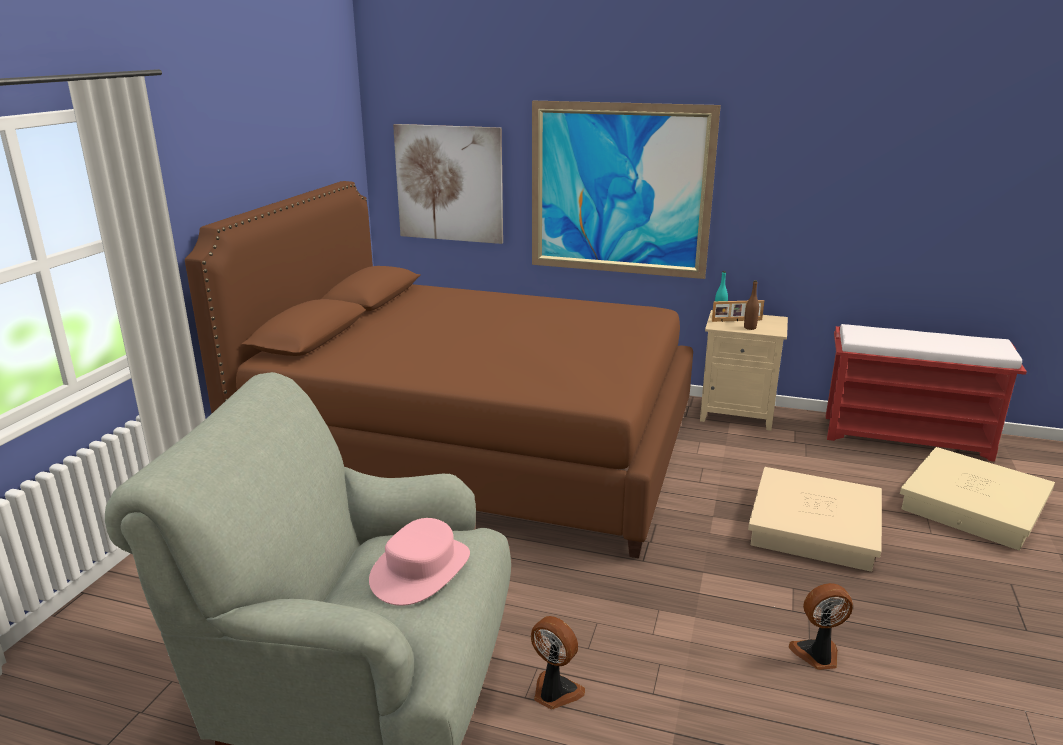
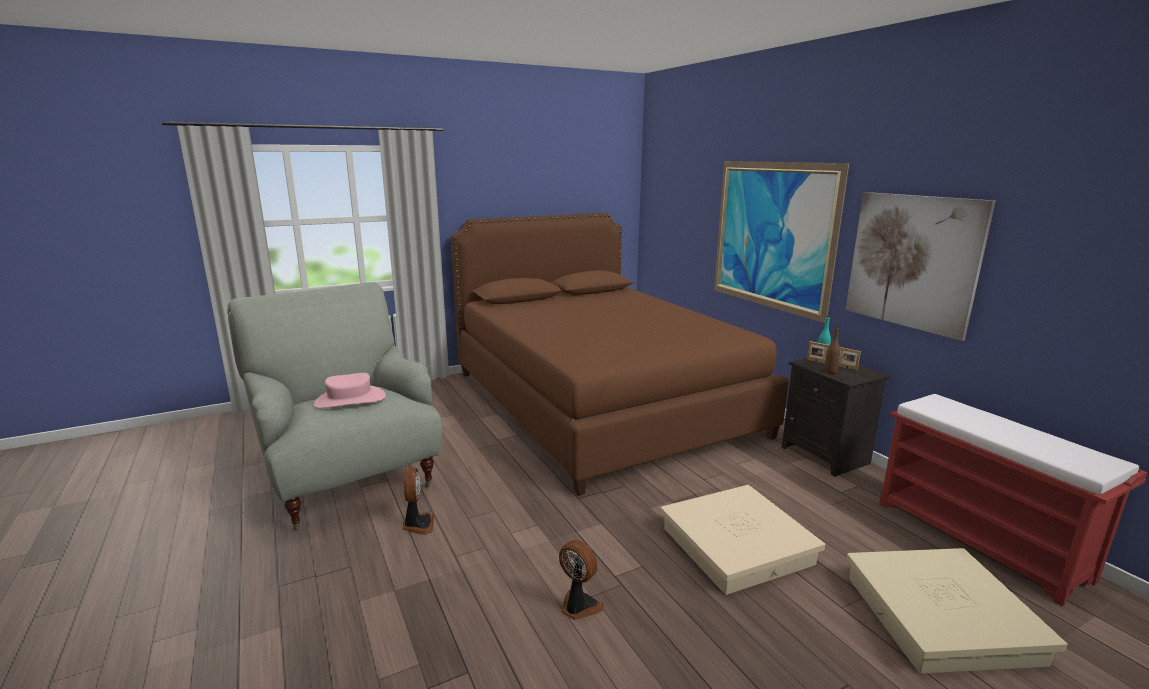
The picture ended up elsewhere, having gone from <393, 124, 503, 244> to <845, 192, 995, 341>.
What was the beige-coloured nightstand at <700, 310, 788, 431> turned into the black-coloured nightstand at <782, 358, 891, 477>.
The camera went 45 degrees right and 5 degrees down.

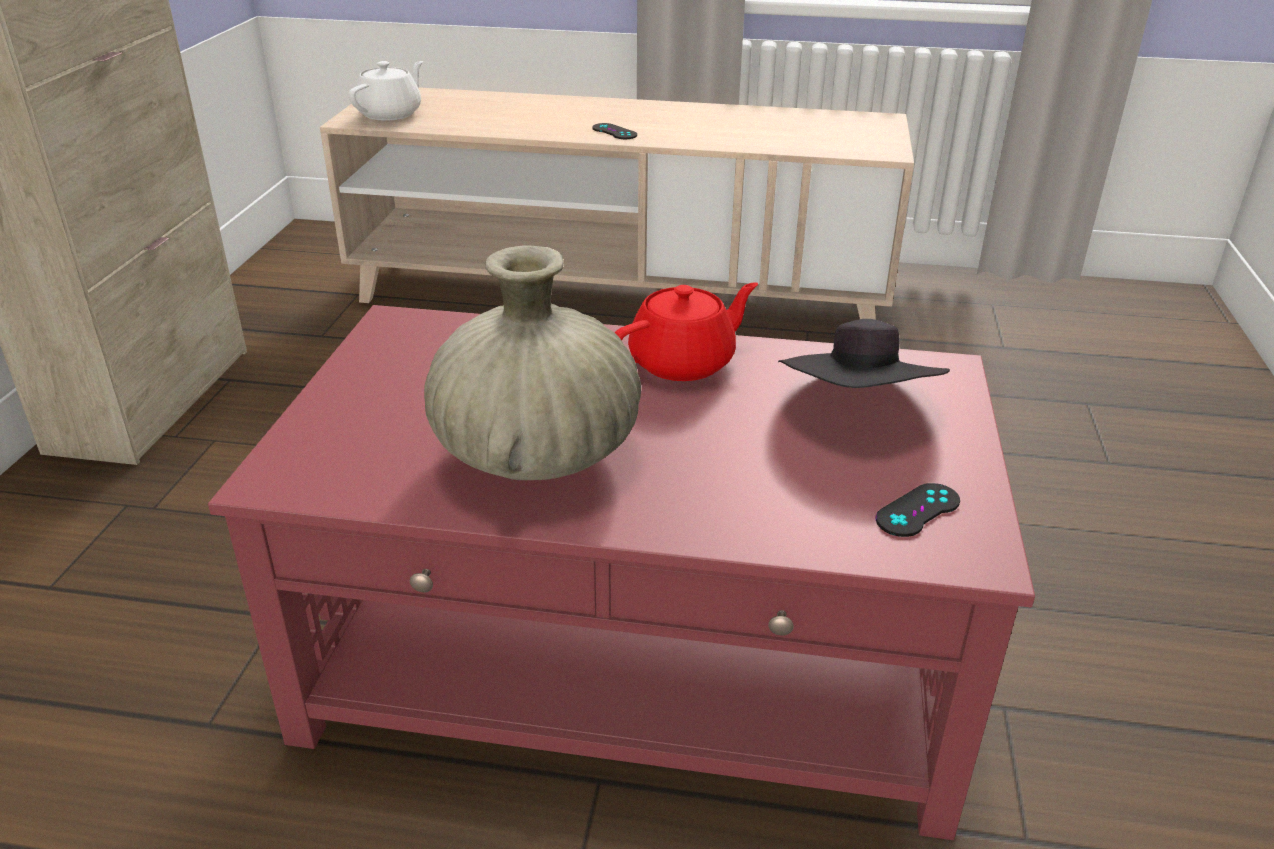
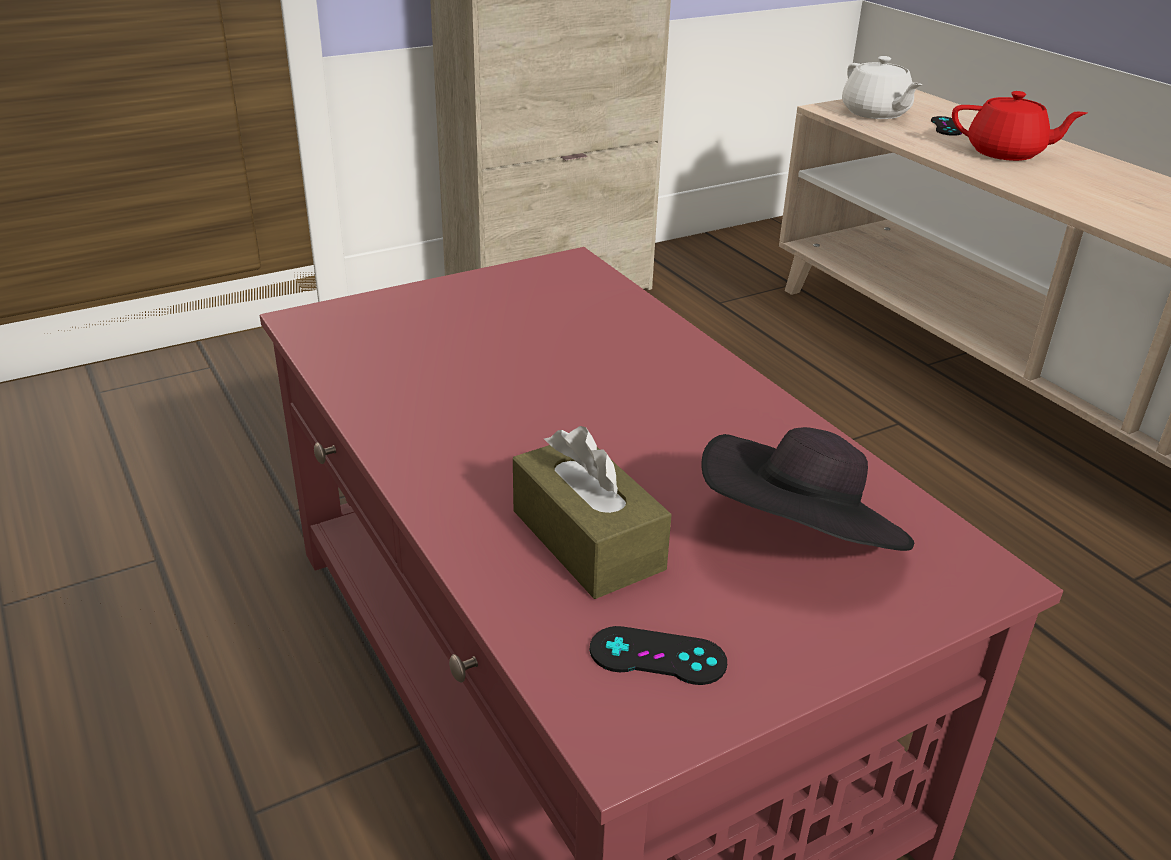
The second view lost the beige-coloured decorative vase at <424, 245, 641, 480>.
The second view gained the brown box of tissues at <513, 426, 672, 599>.
The black-coloured gamepad ended up elsewhere, having gone from <592, 123, 637, 139> to <931, 116, 962, 136>.
The red-coloured tea pot ended up elsewhere, having gone from <615, 282, 758, 381> to <952, 91, 1087, 161>.
The whitish tea pot at <348, 61, 423, 121> ended up facing another way, 75 degrees clockwise from before.
The camera went 50 degrees right and 0 degrees up.

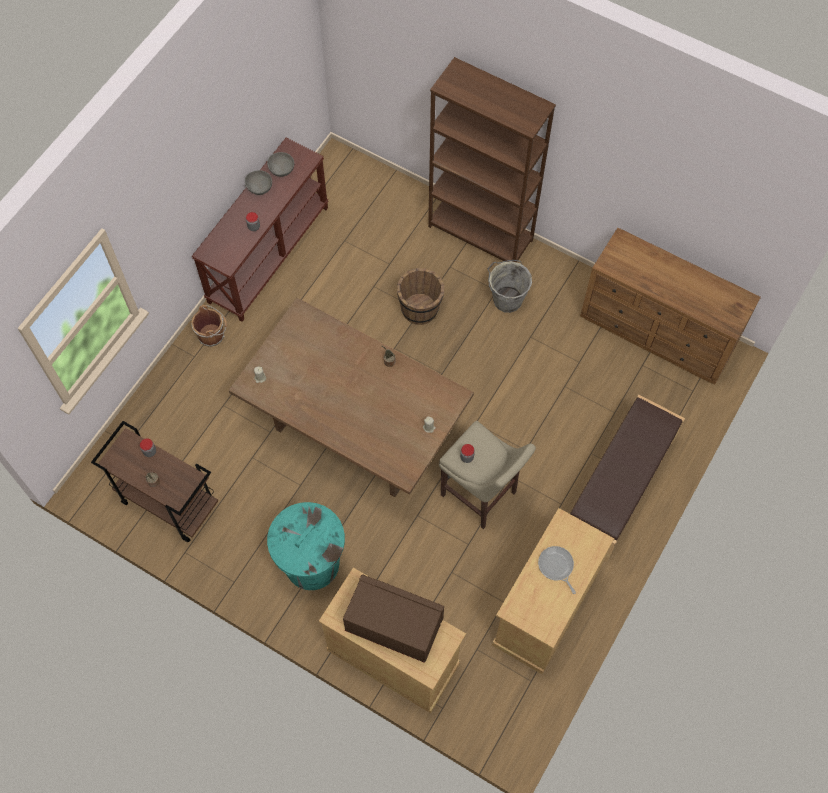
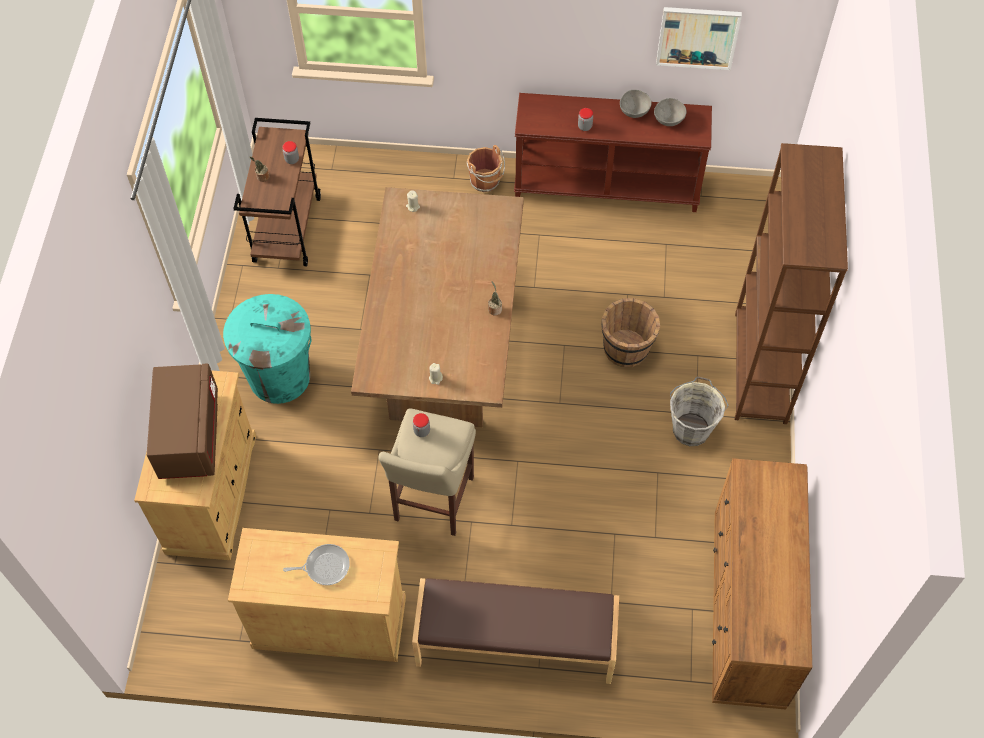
The second view gained the picture at <656, 7, 742, 70>.
The pan at <538, 546, 576, 594> ended up facing another way, 45 degrees clockwise from before.
The camera went 65 degrees right and 5 degrees down.

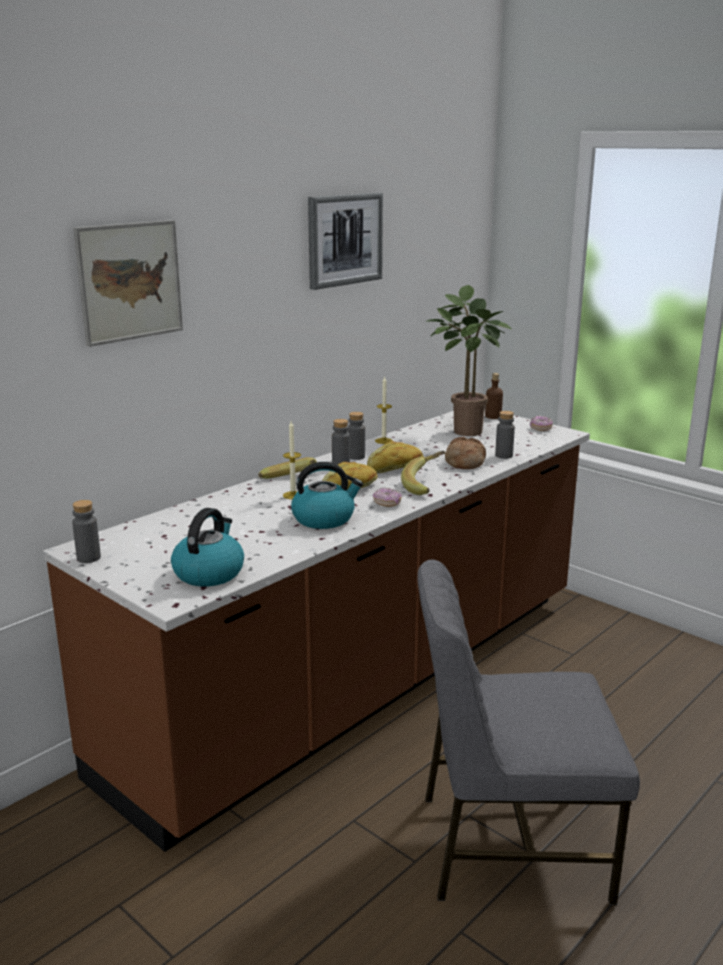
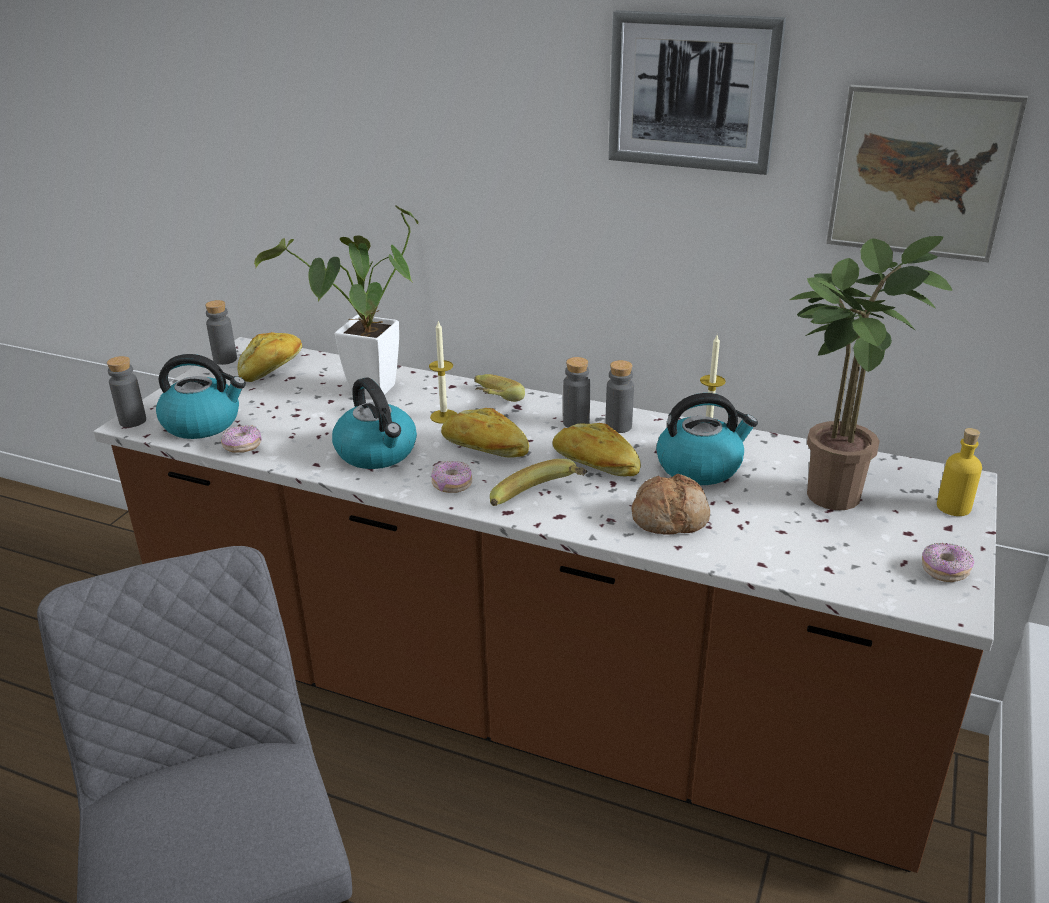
The second view gained the doughnut at <221, 425, 262, 453>.
The second view gained the baked bread at <237, 332, 302, 382>.
The second view gained the potted plant at <254, 205, 419, 397>.
The second view gained the kettle at <656, 393, 758, 485>.
The picture ended up elsewhere, having gone from <73, 220, 183, 347> to <826, 85, 1028, 262>.
The gray bottle ended up elsewhere, having gone from <495, 411, 515, 459> to <107, 356, 146, 427>.
What was the brown bottle at <485, 373, 503, 419> turned into the yellow-coloured bottle at <937, 428, 982, 516>.
The camera went 70 degrees right and 10 degrees up.

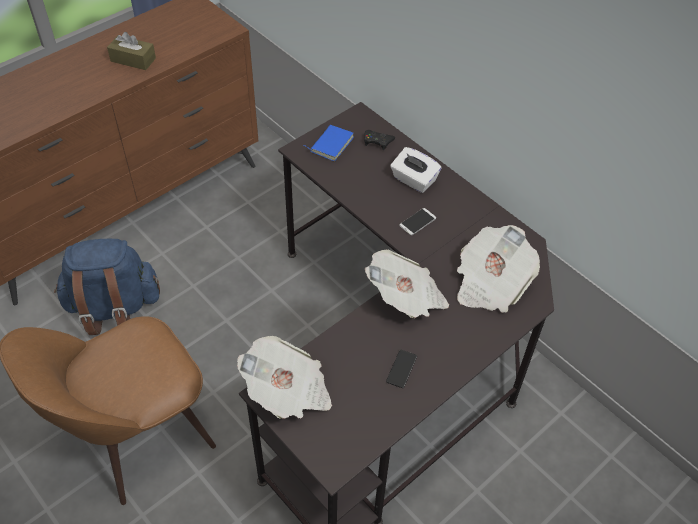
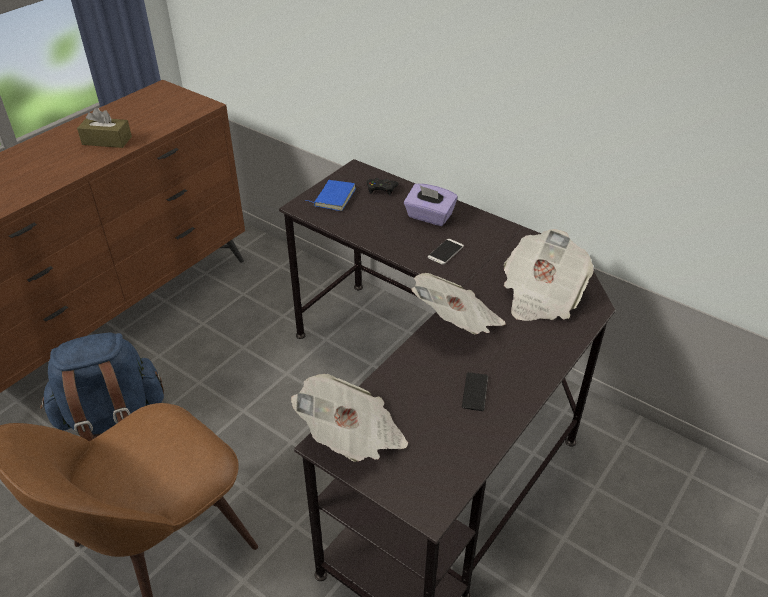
What was the whitish box of tissues at <390, 147, 442, 193> turned into the purple-coloured box of tissues at <404, 183, 458, 226>.
The camera went 10 degrees left and 10 degrees down.

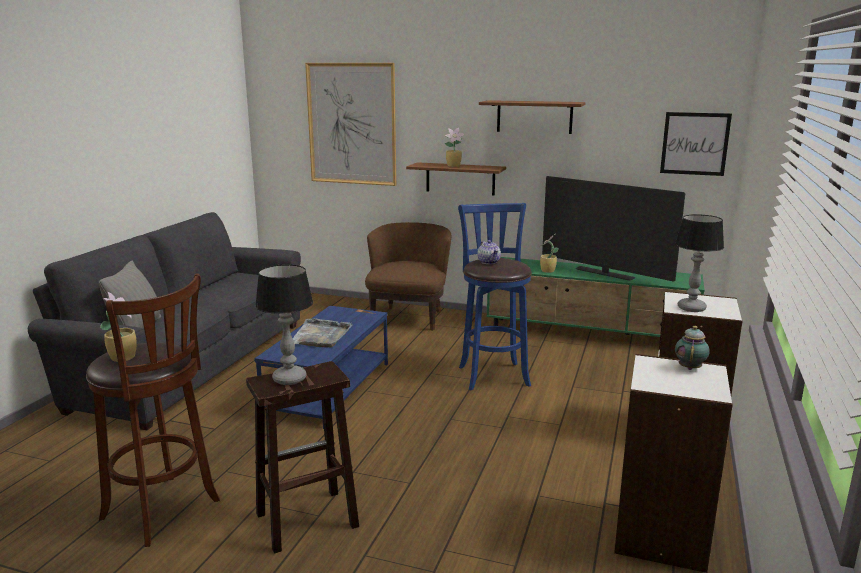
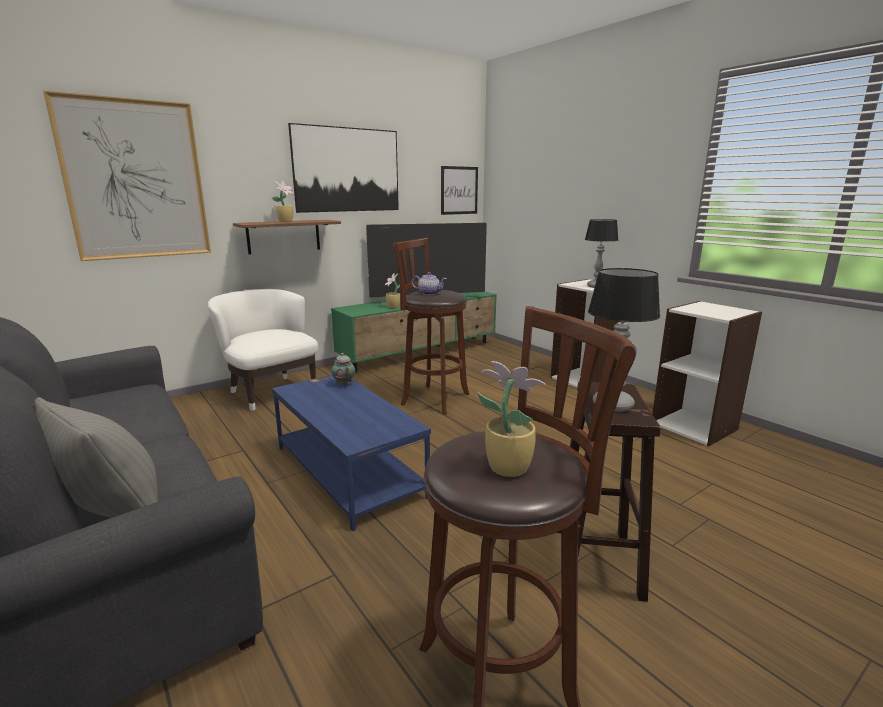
The second view lost the gray tray at <293, 318, 353, 347>.
The tea pot ended up elsewhere, having gone from <675, 326, 710, 370> to <331, 353, 355, 386>.
Where the brown shelf hung at <479, 100, 586, 134>, the picture came to hang at <288, 123, 399, 213>.
What was the brown armchair at <365, 222, 451, 331> turned into the whitish armchair at <208, 289, 318, 411>.
What was the blue stool at <458, 203, 532, 390> turned into the brown stool at <393, 238, 469, 415>.
The camera went 55 degrees left and 0 degrees up.

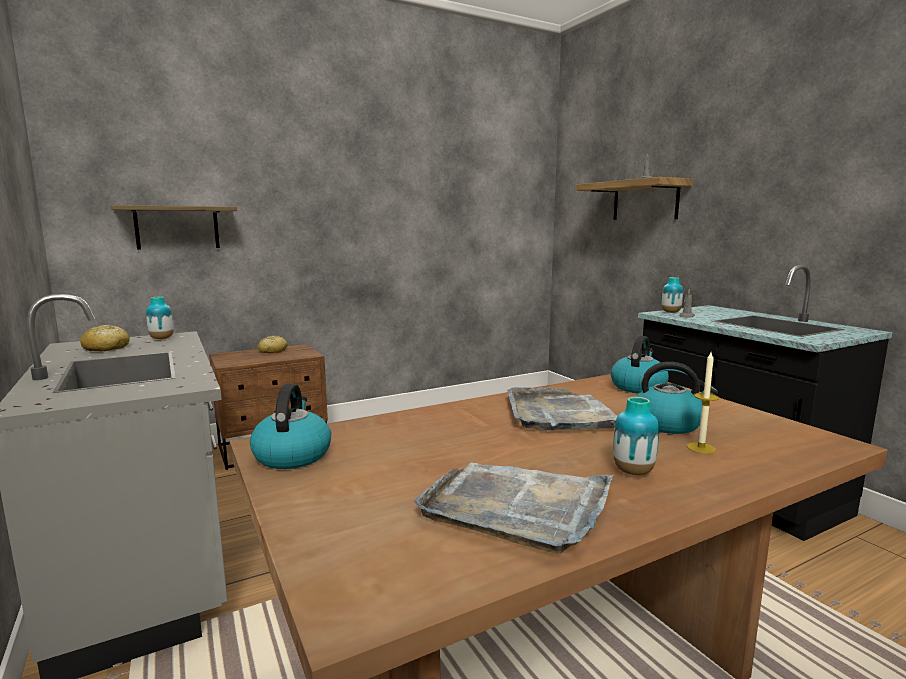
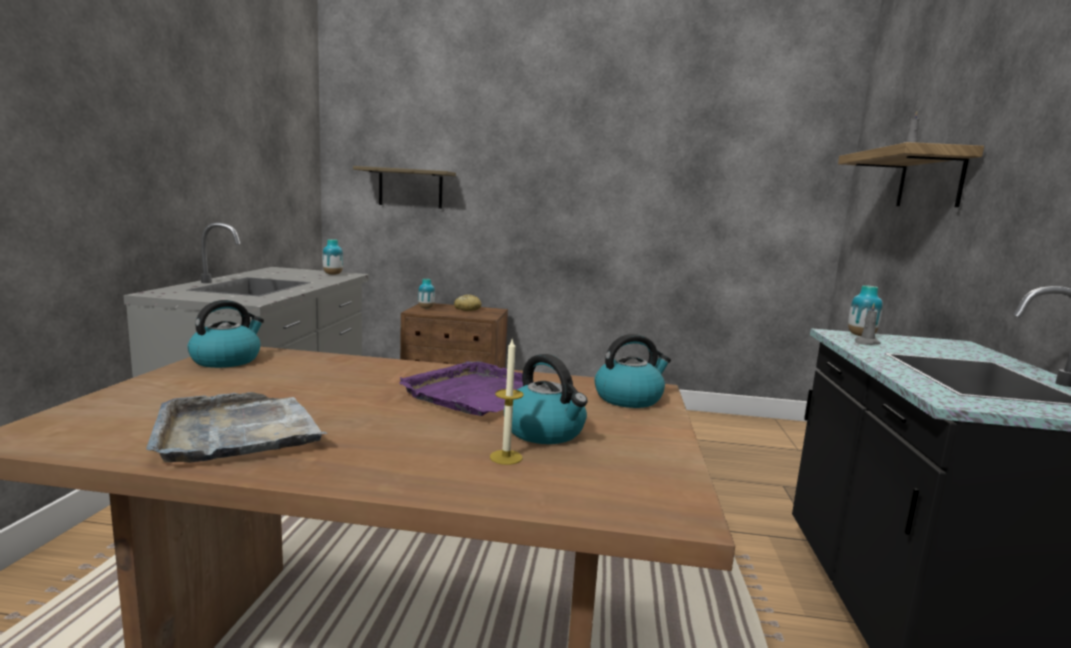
The second view lost the baked bread at <80, 325, 130, 351>.
The decorative vase ended up elsewhere, having gone from <613, 397, 659, 475> to <418, 279, 435, 308>.
What was the gray tray at <508, 387, 617, 430> turned into the purple-coloured tray at <399, 361, 523, 416>.
The camera went 35 degrees right and 0 degrees up.

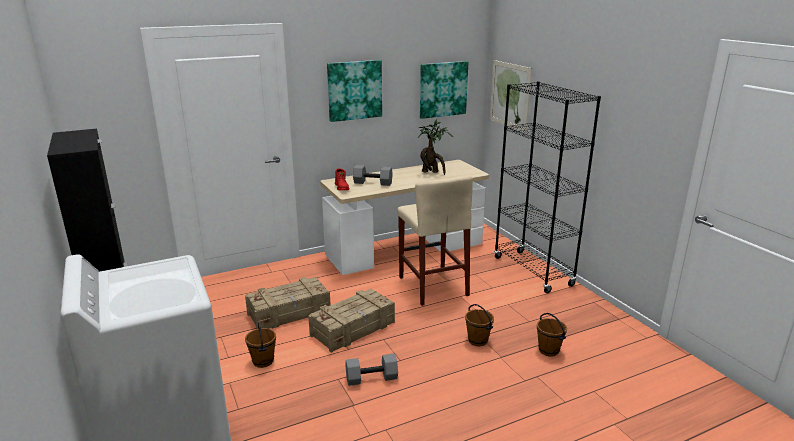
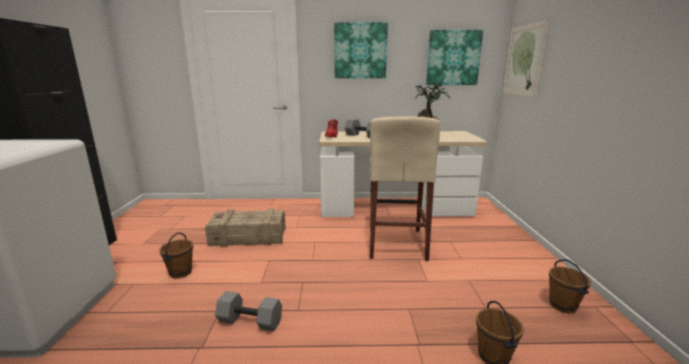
The second view lost the shipping crate at <308, 289, 395, 353>.
The second view lost the black-coloured shelving unit at <494, 81, 601, 293>.
The brown pail ended up elsewhere, having gone from <465, 304, 494, 346> to <549, 259, 591, 313>.
The camera went 25 degrees right and 5 degrees down.

